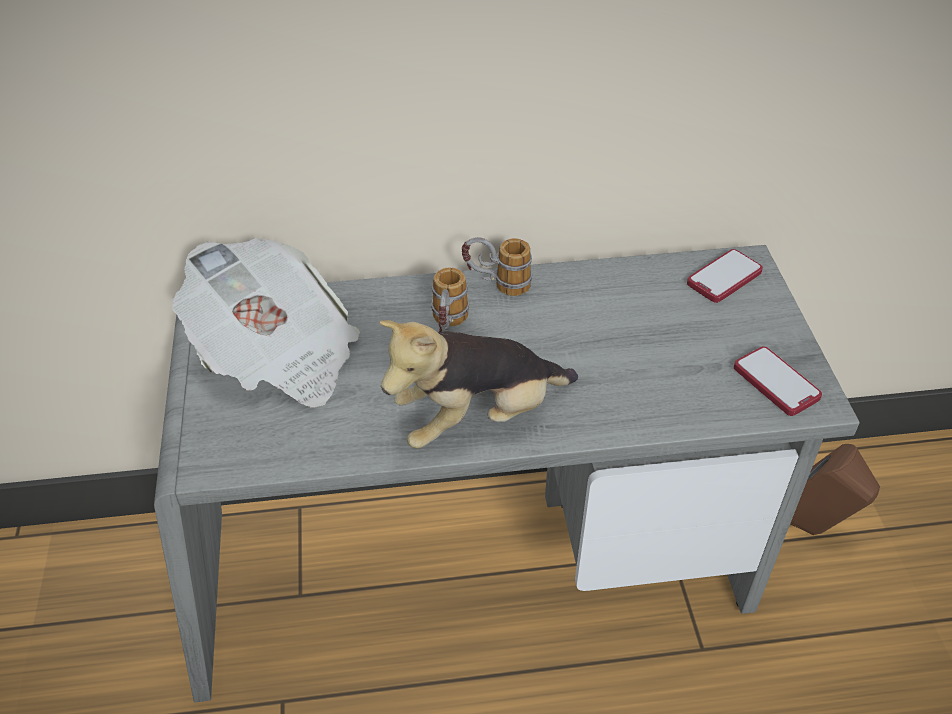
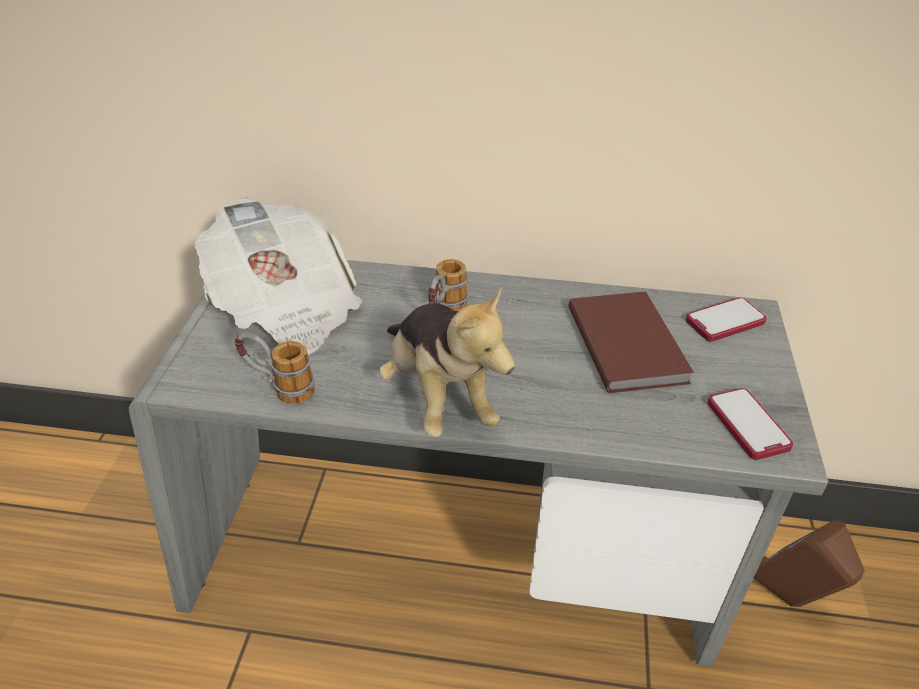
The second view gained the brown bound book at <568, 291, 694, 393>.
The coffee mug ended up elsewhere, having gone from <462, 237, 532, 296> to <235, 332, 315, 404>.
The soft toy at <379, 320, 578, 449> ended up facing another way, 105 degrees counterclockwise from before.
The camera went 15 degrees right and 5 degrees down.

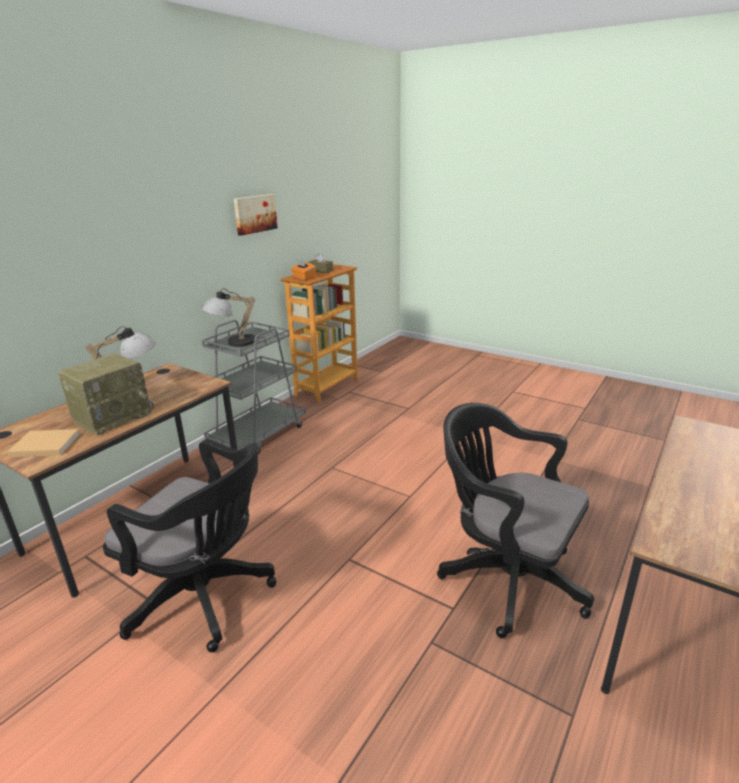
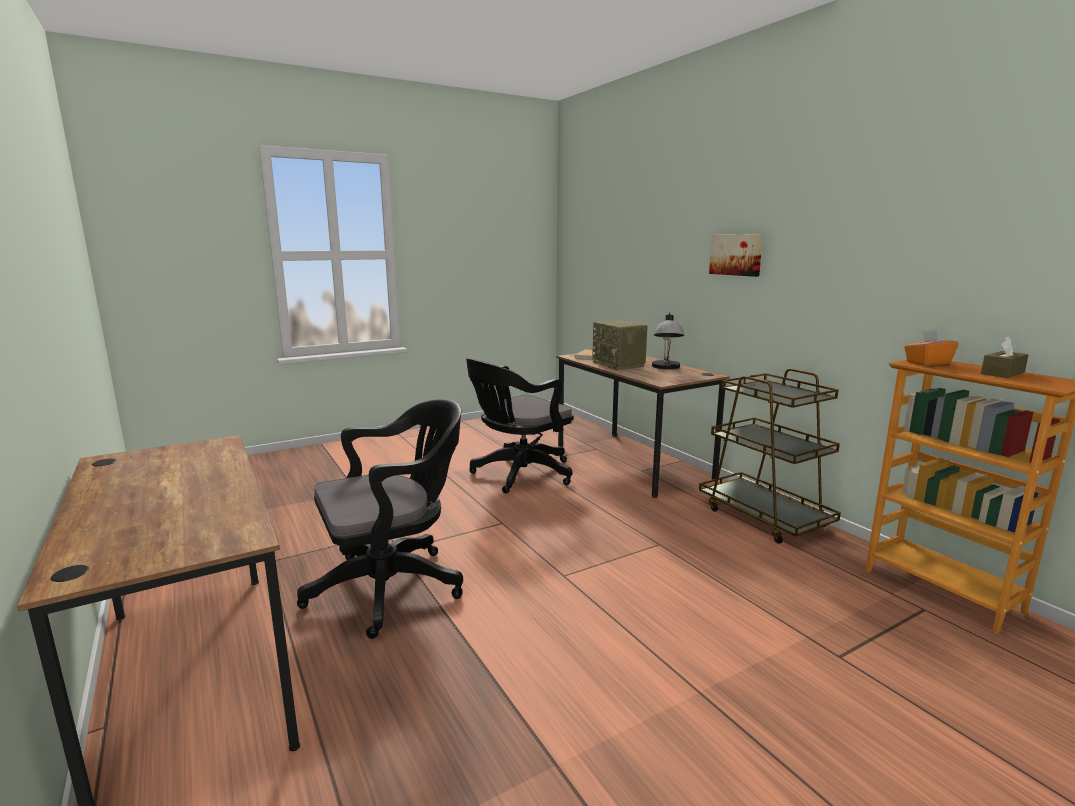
The second view lost the table lamp at <202, 288, 265, 347>.
The picture ended up elsewhere, having gone from <234, 194, 278, 236> to <709, 234, 763, 277>.
What was the gray cart at <202, 320, 306, 454> turned into the brown cart at <699, 368, 841, 544>.
The camera went 115 degrees right and 10 degrees down.

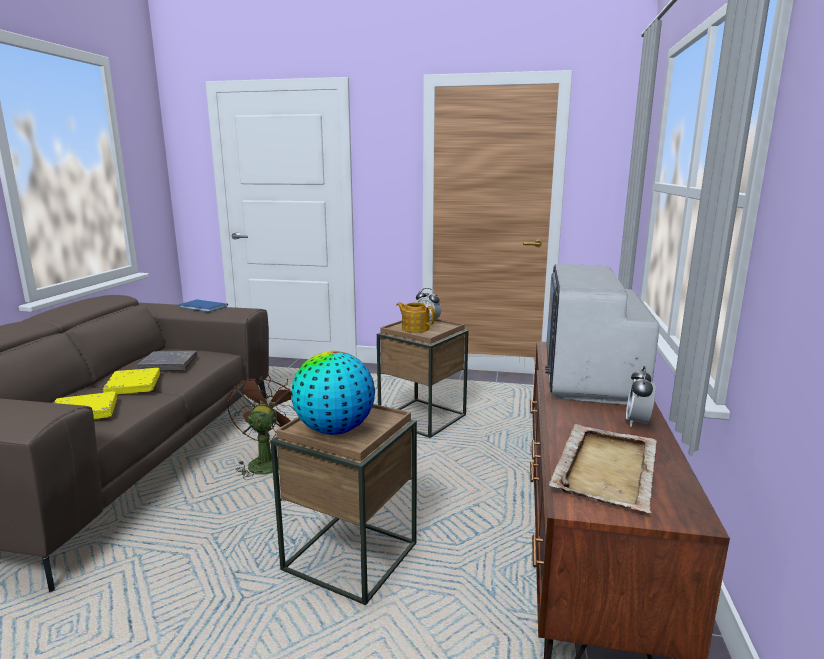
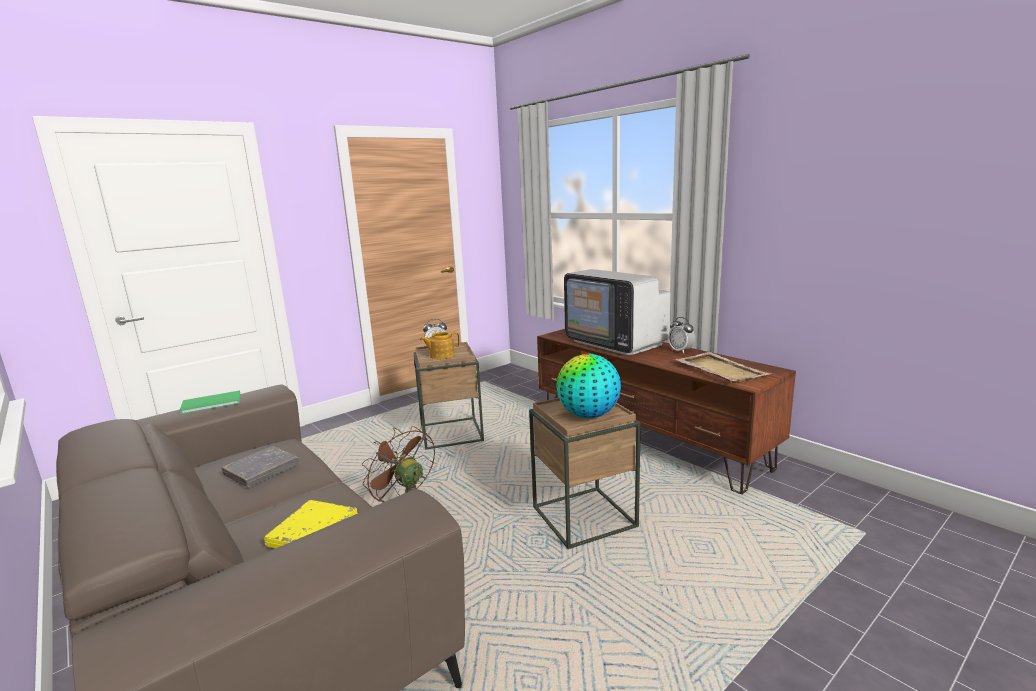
The second view lost the yellow-coloured bound book at <103, 368, 160, 395>.
What was the blue bound book at <179, 300, 228, 312> turned into the greenish bound book at <180, 390, 240, 414>.
The camera went 50 degrees left and 0 degrees up.

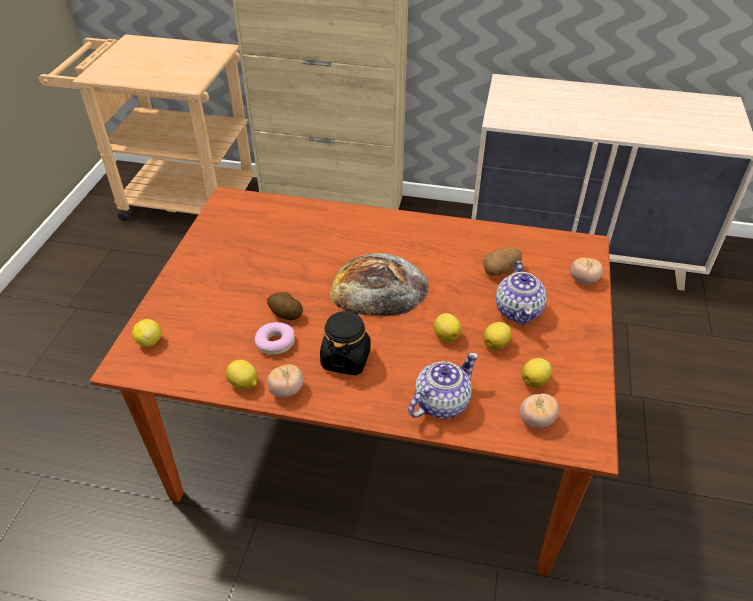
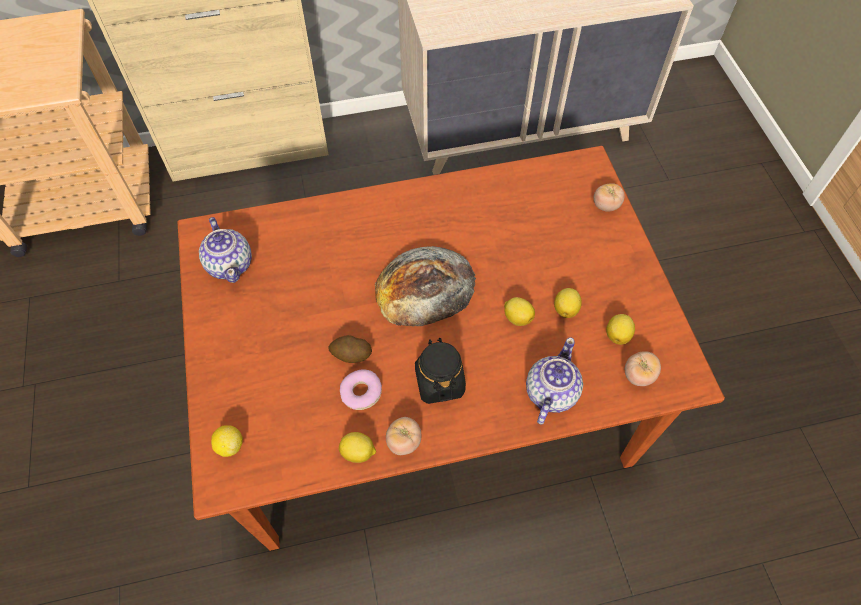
The second view lost the spud at <483, 247, 522, 276>.
The tea pot ended up elsewhere, having gone from <496, 261, 547, 325> to <199, 217, 252, 283>.
The camera went 25 degrees left and 15 degrees up.

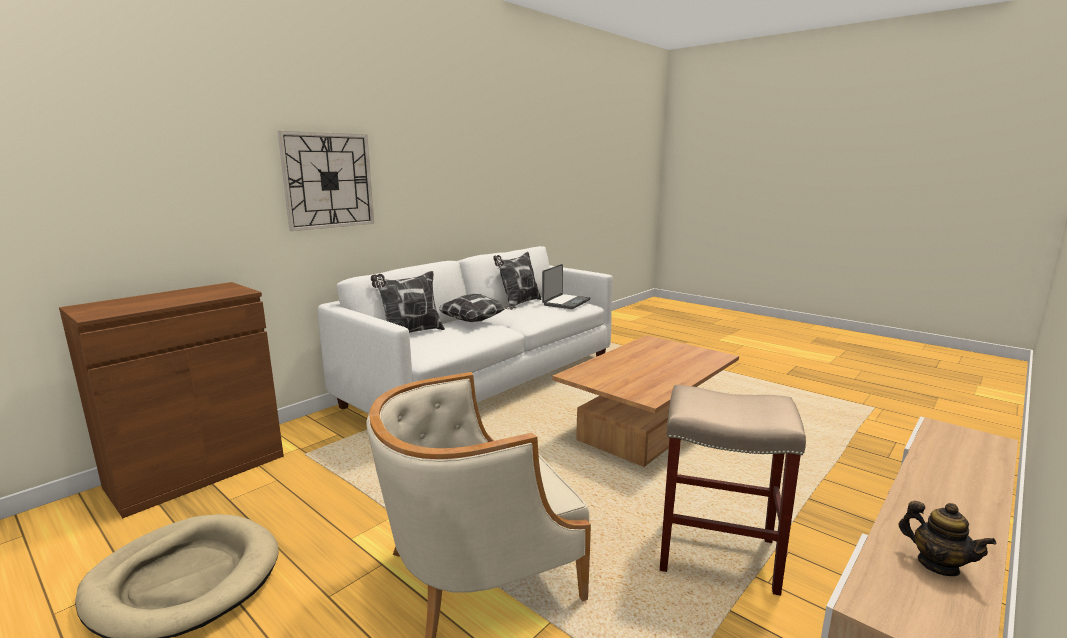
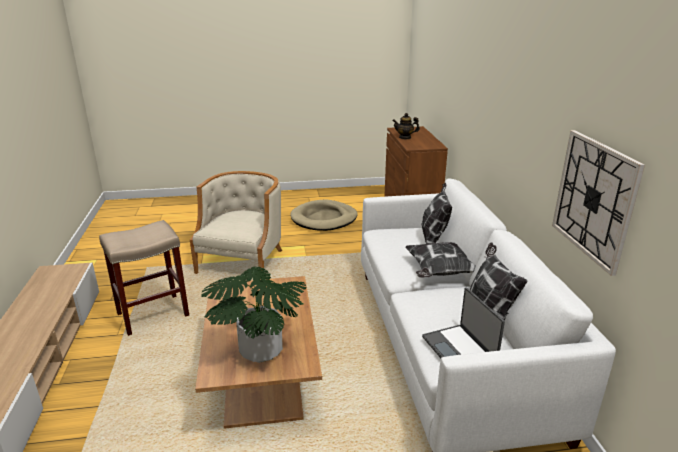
The second view gained the potted plant at <202, 267, 307, 363>.
The wall clock ended up elsewhere, having gone from <278, 131, 374, 231> to <552, 130, 645, 276>.
The tea pot ended up elsewhere, having gone from <898, 501, 997, 576> to <393, 113, 420, 139>.
The camera went 130 degrees right and 10 degrees up.

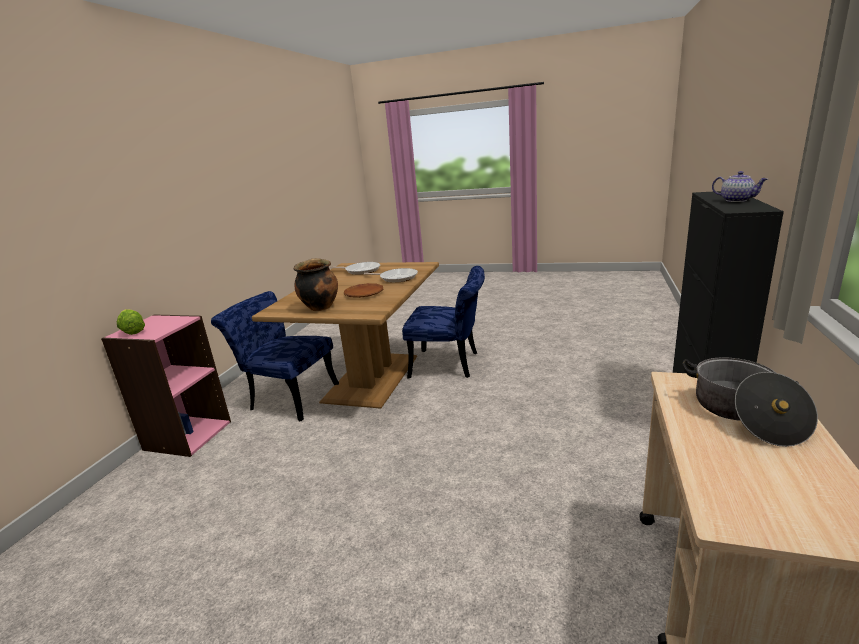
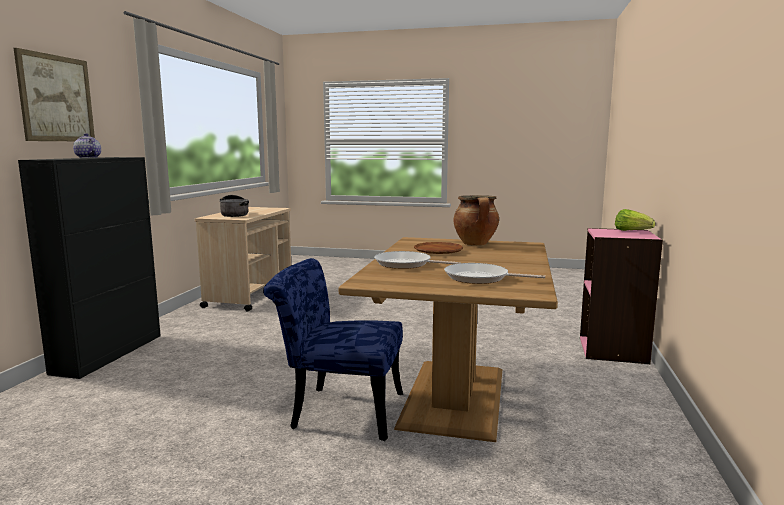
The second view lost the blue chair at <211, 291, 339, 421>.
The second view gained the picture at <14, 48, 95, 141>.
The camera went 175 degrees right and 10 degrees down.

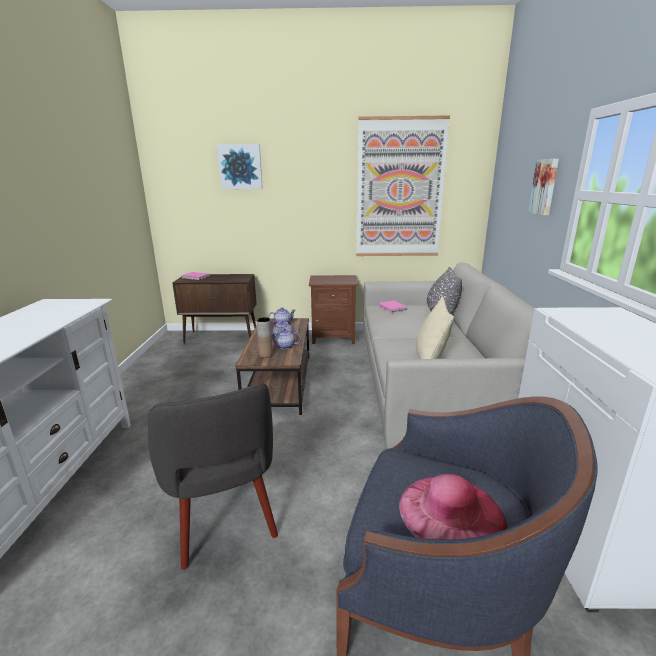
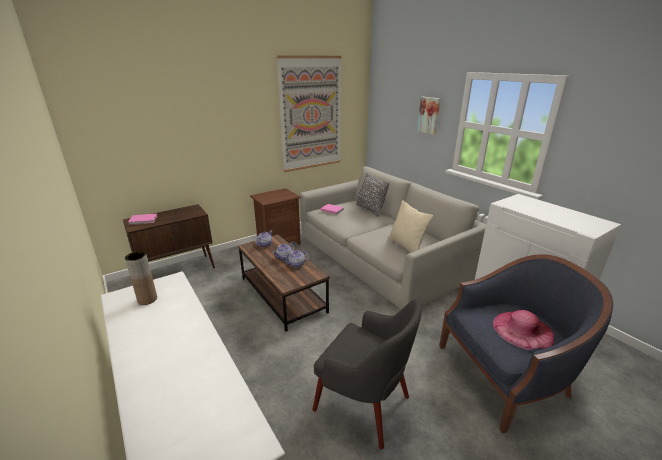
The second view lost the picture at <217, 144, 263, 189>.
The brown decorative vase ended up elsewhere, having gone from <257, 317, 273, 358> to <125, 251, 157, 305>.
The camera went 35 degrees left and 5 degrees up.

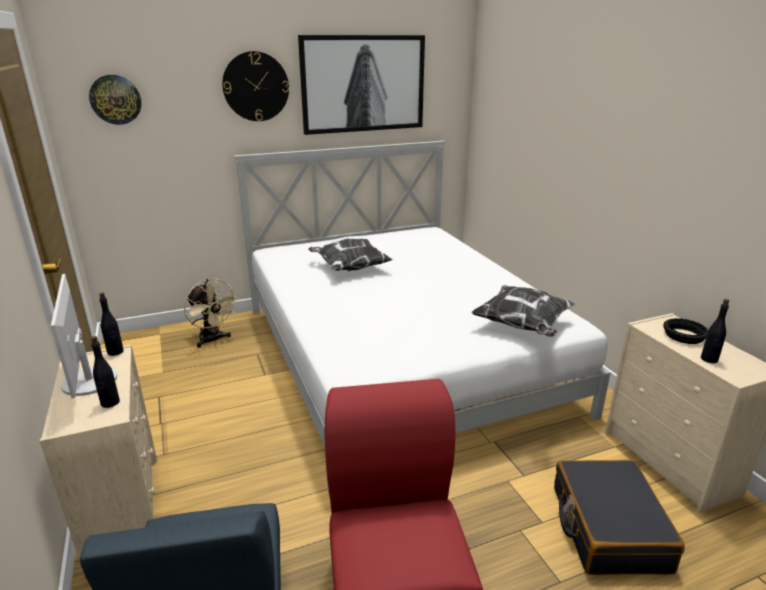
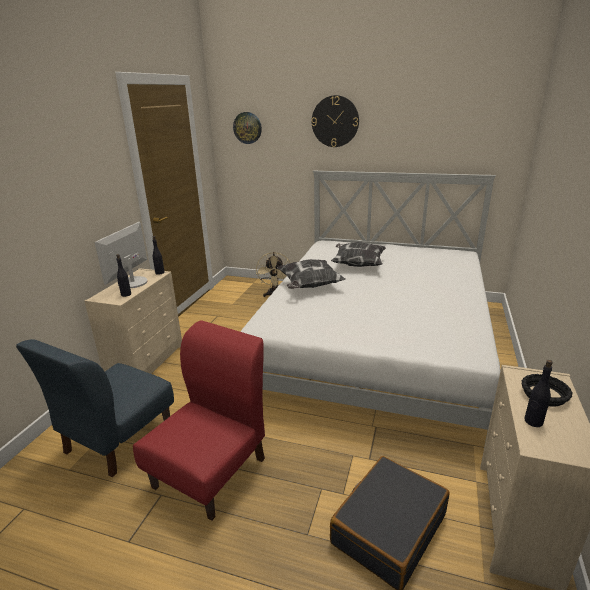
The second view lost the picture at <298, 35, 425, 135>.
The cushion ended up elsewhere, having gone from <471, 285, 575, 337> to <277, 259, 346, 289>.
The camera went 40 degrees right and 0 degrees up.

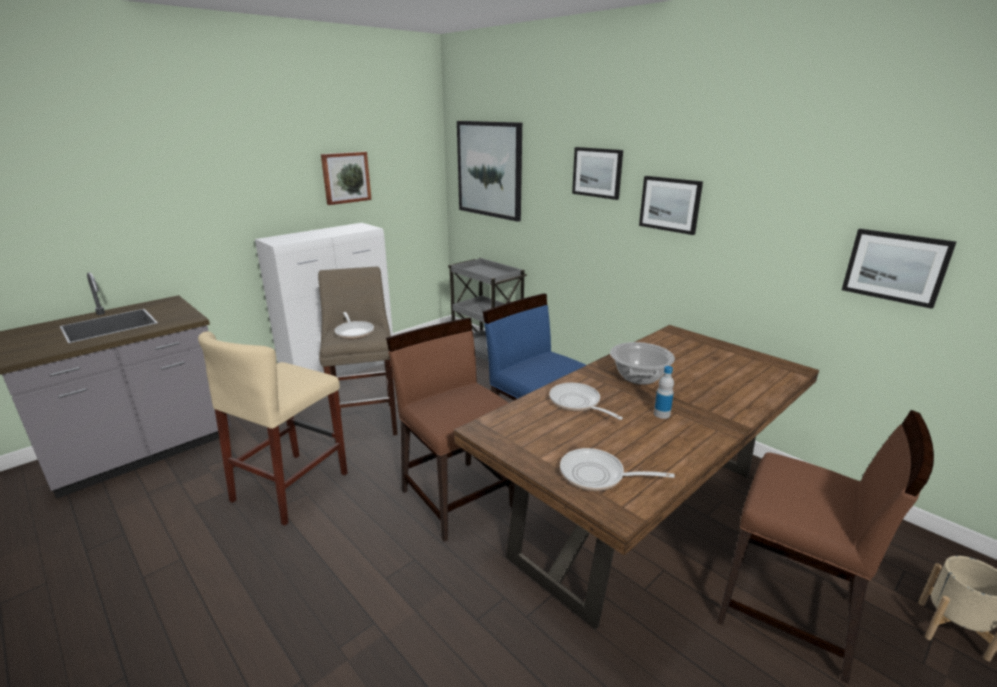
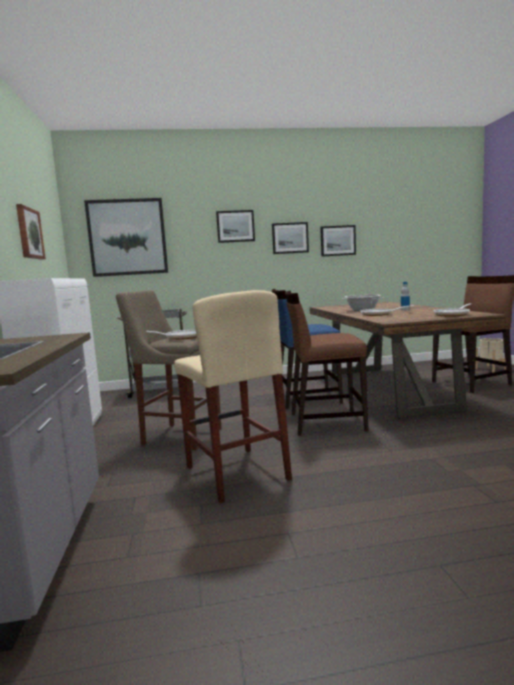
The picture ended up elsewhere, having gone from <842, 229, 956, 309> to <320, 225, 356, 257>.
The camera went 55 degrees left and 15 degrees down.

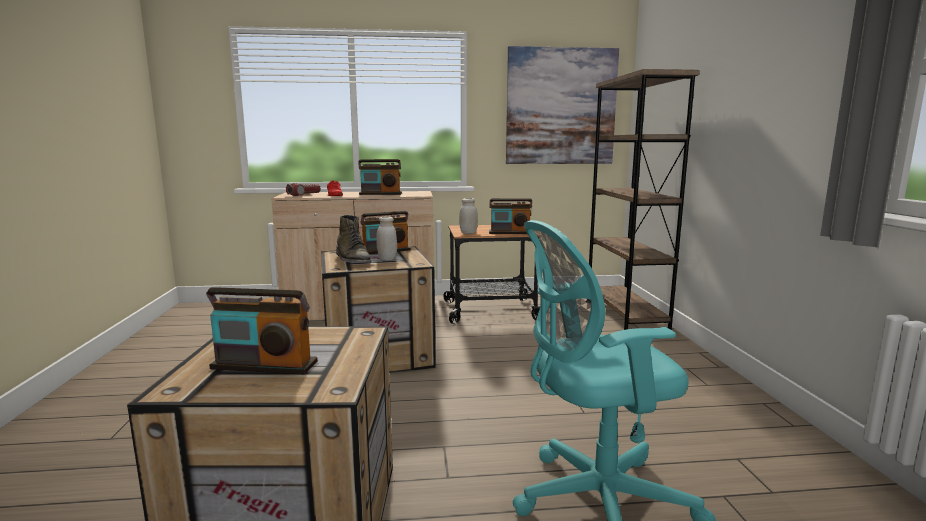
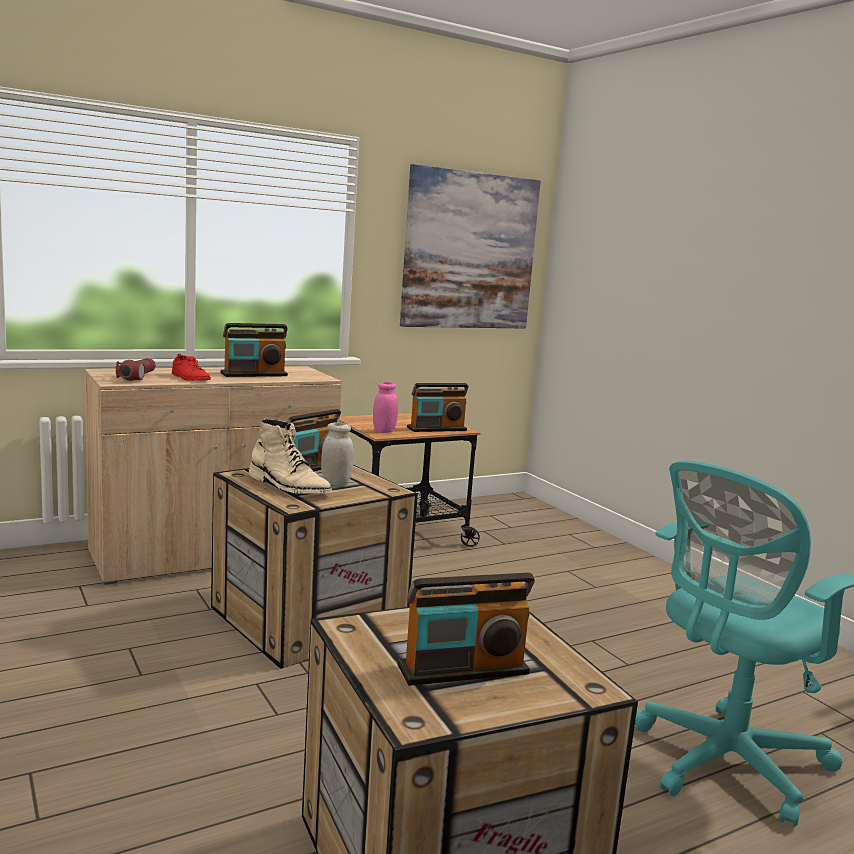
The second view lost the brown shelving unit at <586, 69, 699, 330>.
What was the greenish tall boot at <336, 215, 372, 263> turned into the beige-coloured tall boot at <249, 419, 332, 494>.
What was the whitish storage jar at <459, 198, 478, 234> turned into the pink storage jar at <373, 382, 398, 433>.
The camera went 25 degrees left and 0 degrees up.

